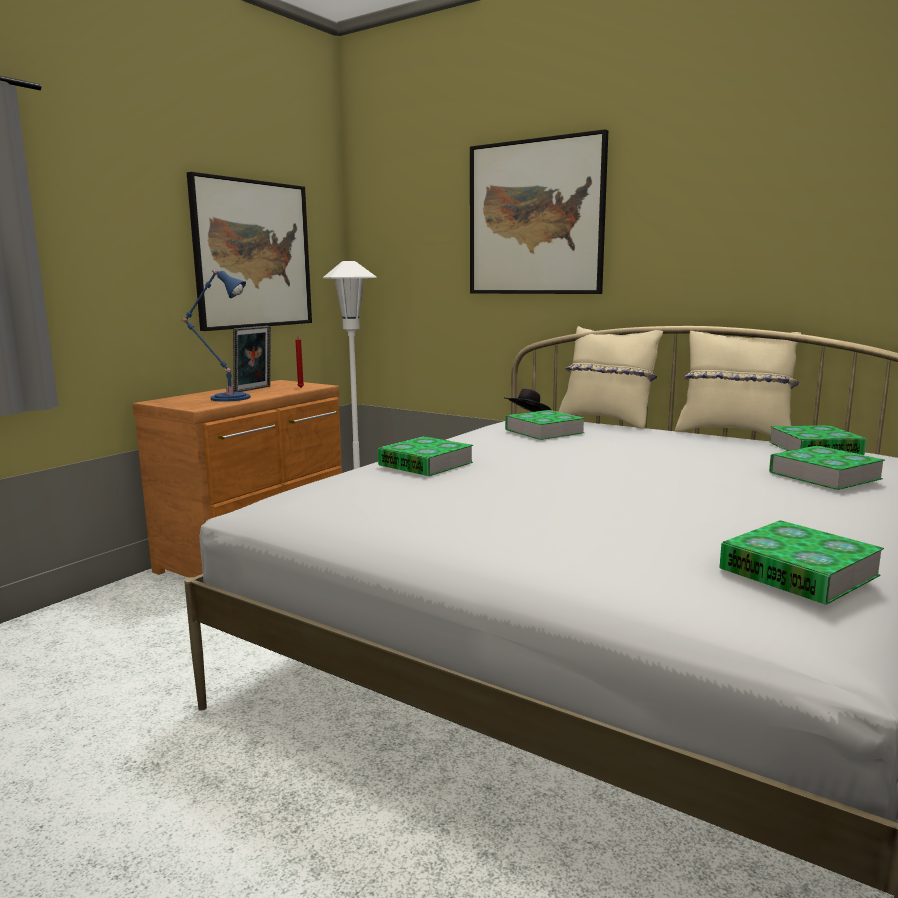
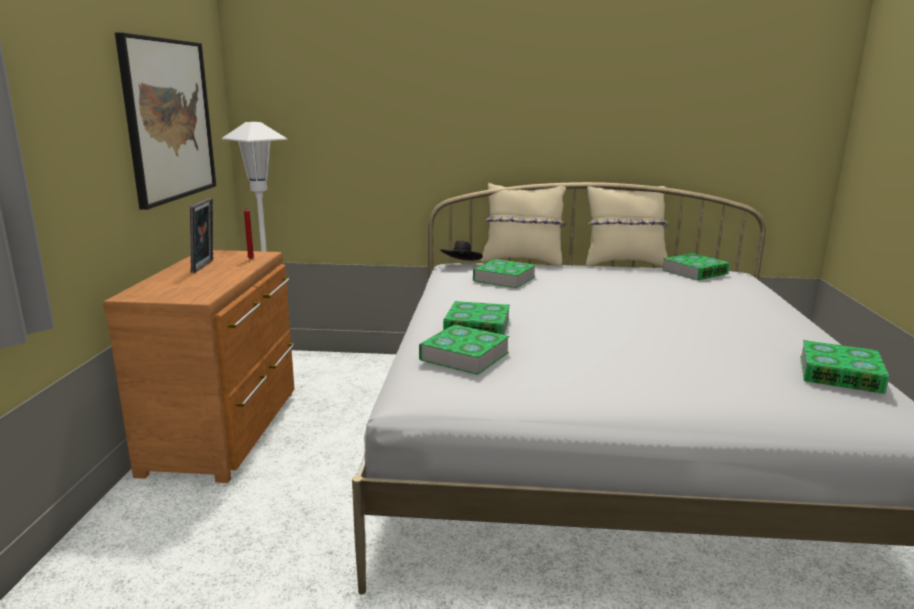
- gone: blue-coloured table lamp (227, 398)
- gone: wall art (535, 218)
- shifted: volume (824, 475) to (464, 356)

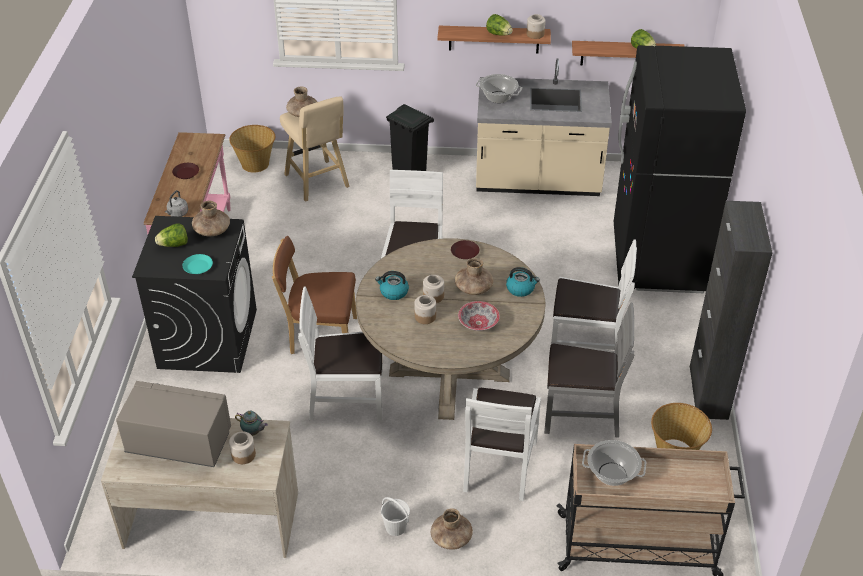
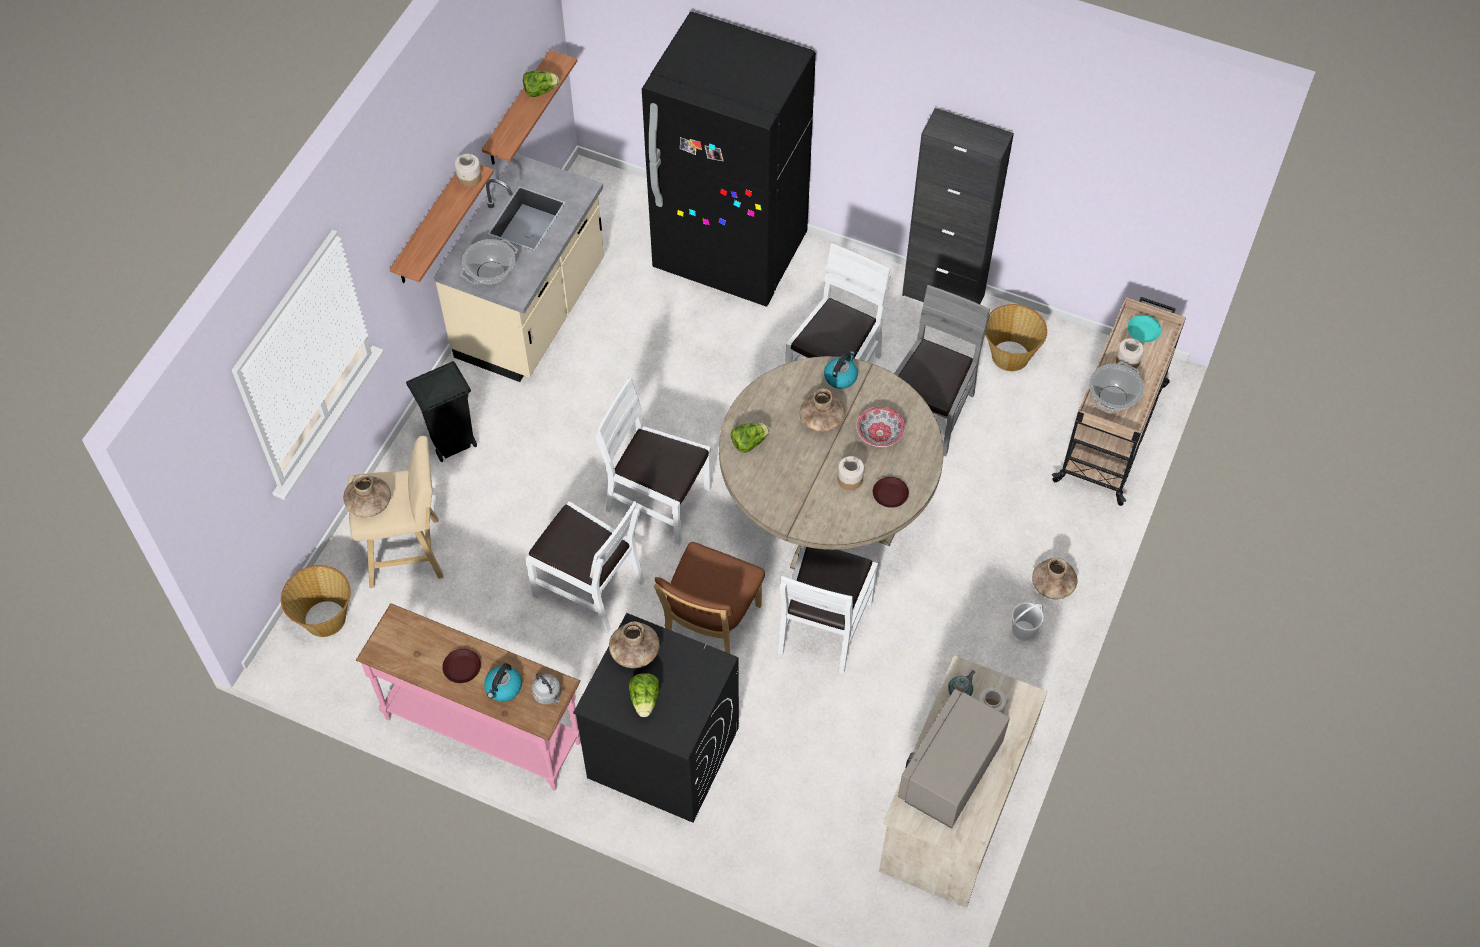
- shifted: blue-green plate (198, 267) to (1143, 331)
- shifted: tea kettle (393, 292) to (503, 688)
- shifted: preserve jar (433, 296) to (1127, 361)
- shifted: brownish plate (464, 252) to (890, 495)
- shifted: white-coloured upright chair (498, 465) to (589, 587)
- shifted: lettuce head (499, 34) to (749, 443)

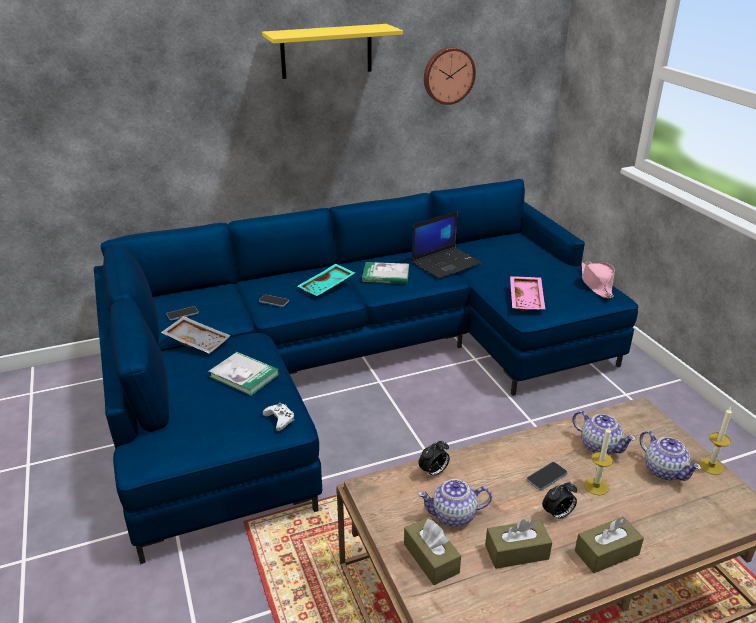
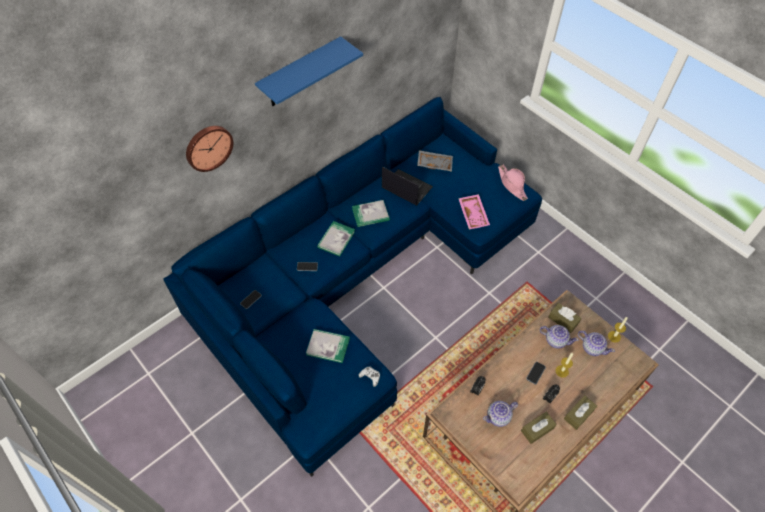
- shifted: grey carrying tray (198, 341) to (434, 163)
- shifted: brownish box of tissues (431, 558) to (563, 320)
- shifted: clock on the wall (448, 75) to (208, 147)
- swapped: blue-green carrying tray (327, 286) to volume (336, 239)
- repainted: yellow bracket shelf (326, 51) to blue-coloured bracket shelf (300, 73)
- rotated: portable computer (446, 263) = (406, 188) 90 degrees counterclockwise

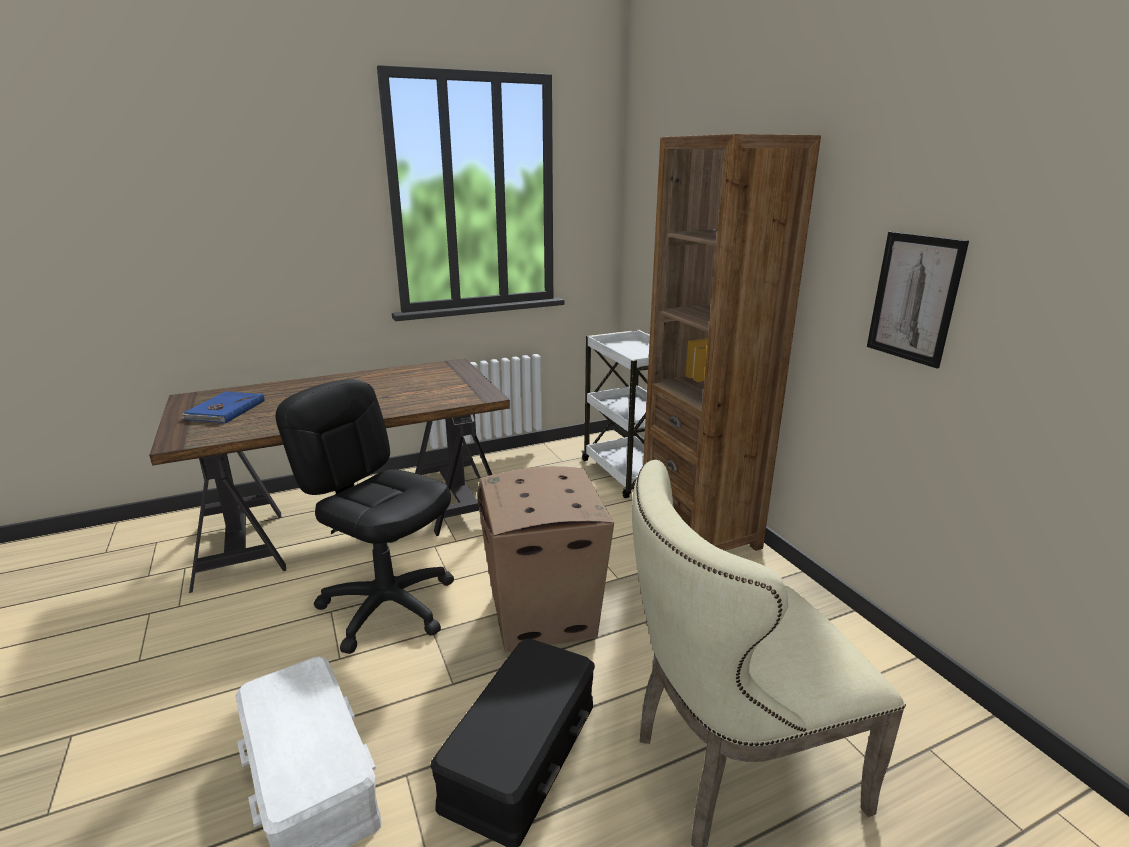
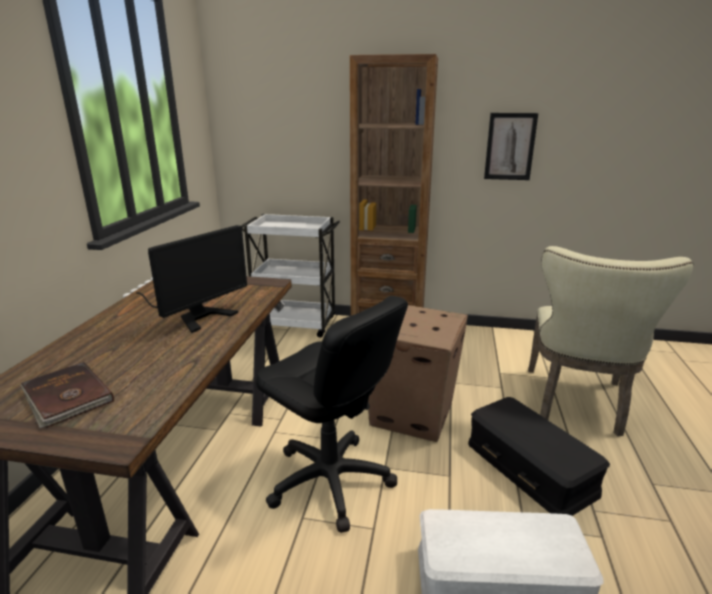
- new: monitor (194, 313)
- repainted: blue-coloured volume (224, 410) to brownish volume (66, 397)
- rotated: blackish computer chair (388, 606) = (330, 481) 120 degrees counterclockwise

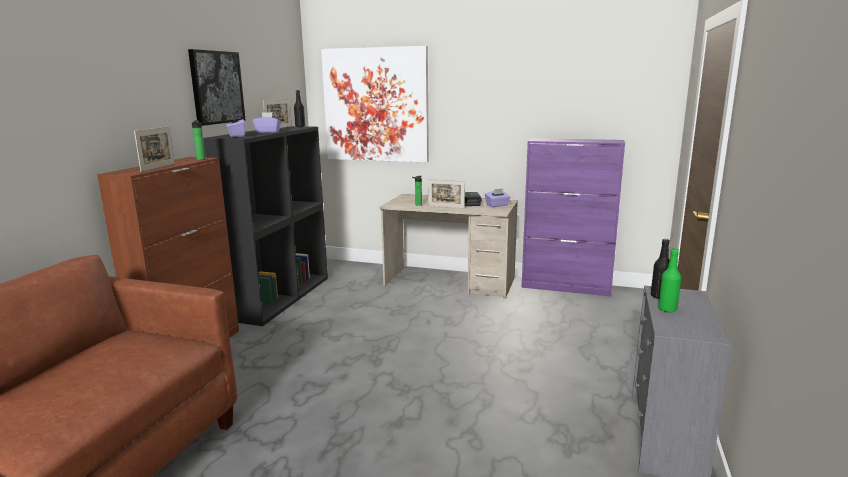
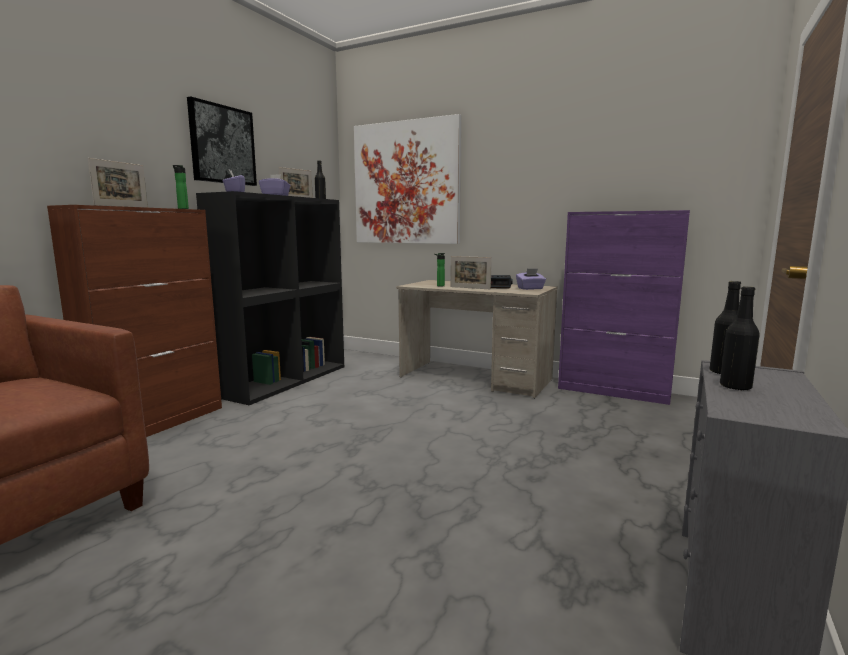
- repainted: green drink bottle (667, 309) to blackish drink bottle (735, 387)

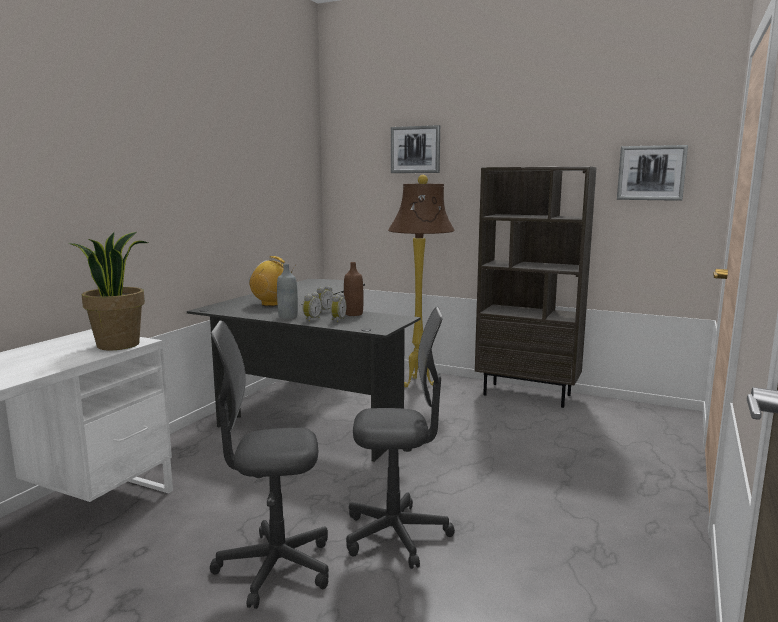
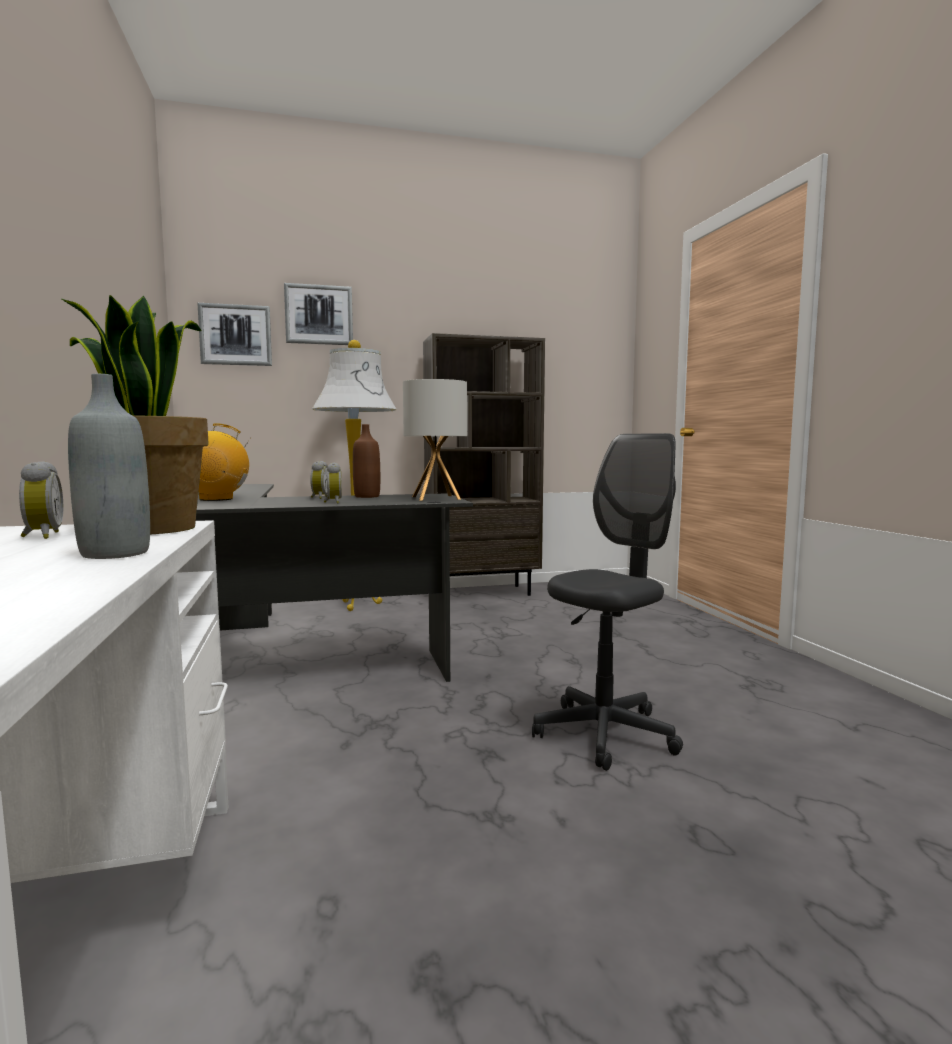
- gone: grey computer chair (275, 568)
- new: table lamp (436, 498)
- shifted: grey drink bottle (288, 317) to (115, 554)
- shifted: alarm clock (337, 320) to (40, 536)
- shifted: wall art (651, 173) to (235, 335)
- repainted: brownish floor lamp (419, 383) to white-coloured floor lamp (359, 605)

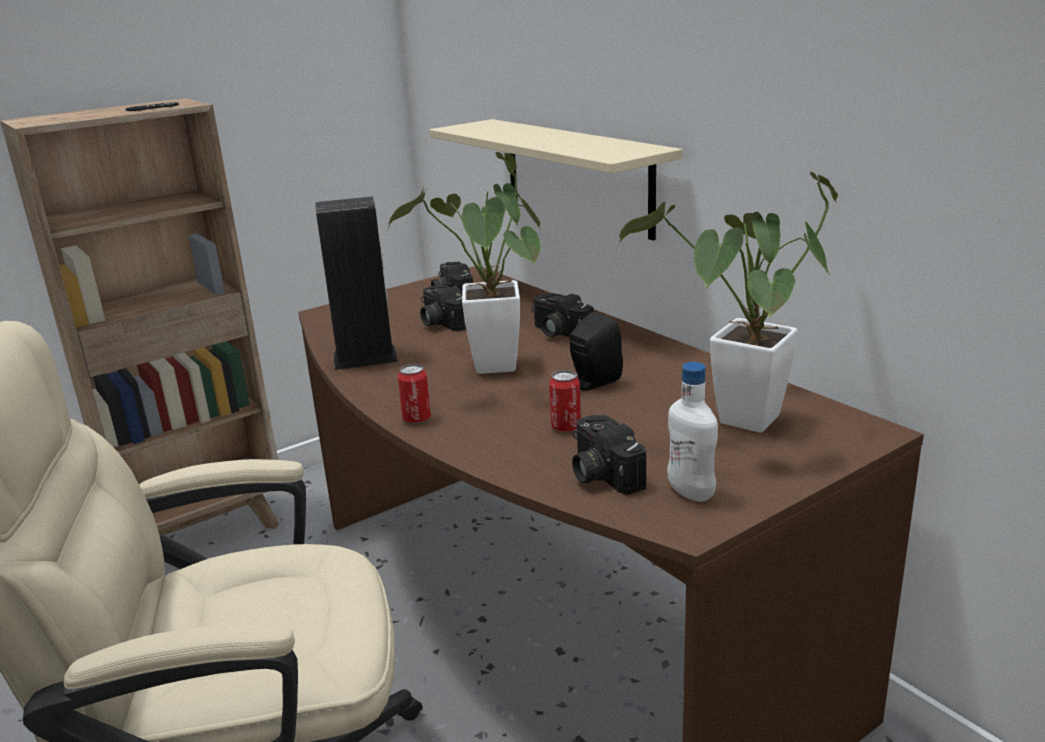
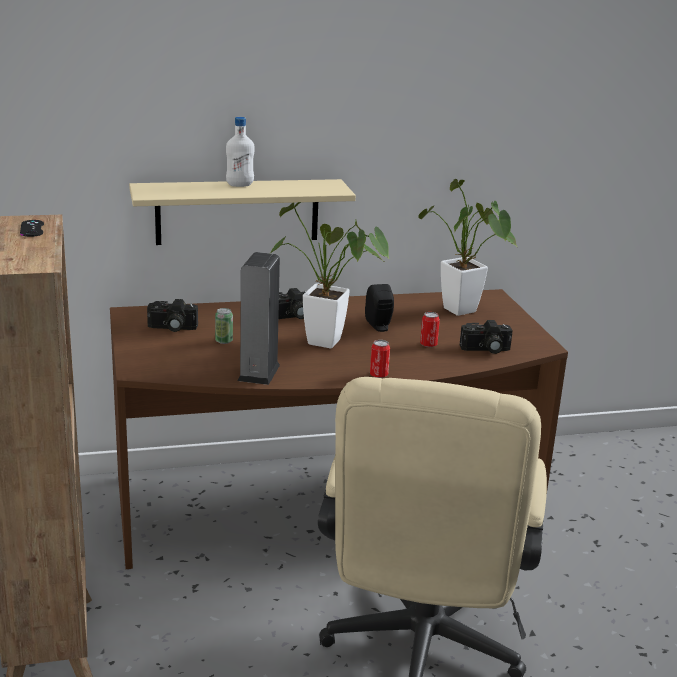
- shifted: white-coloured drink bottle (691, 492) to (240, 185)
- swapped: photo camera (440, 323) to sealed can (224, 341)

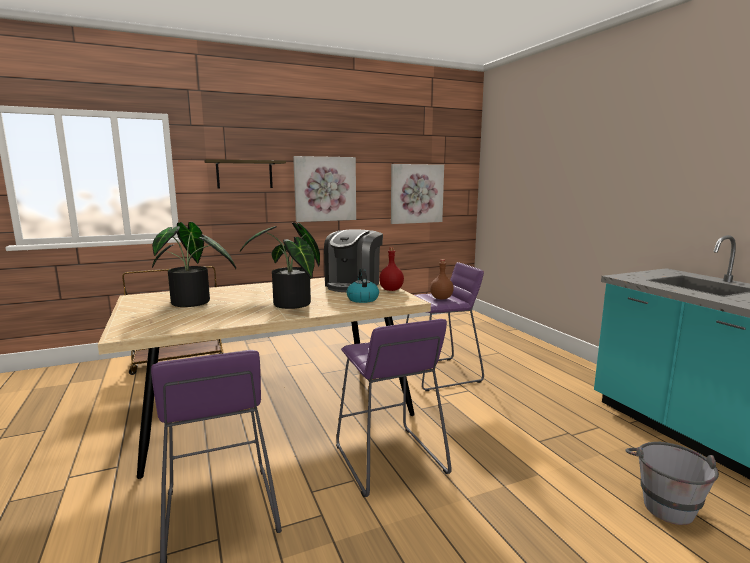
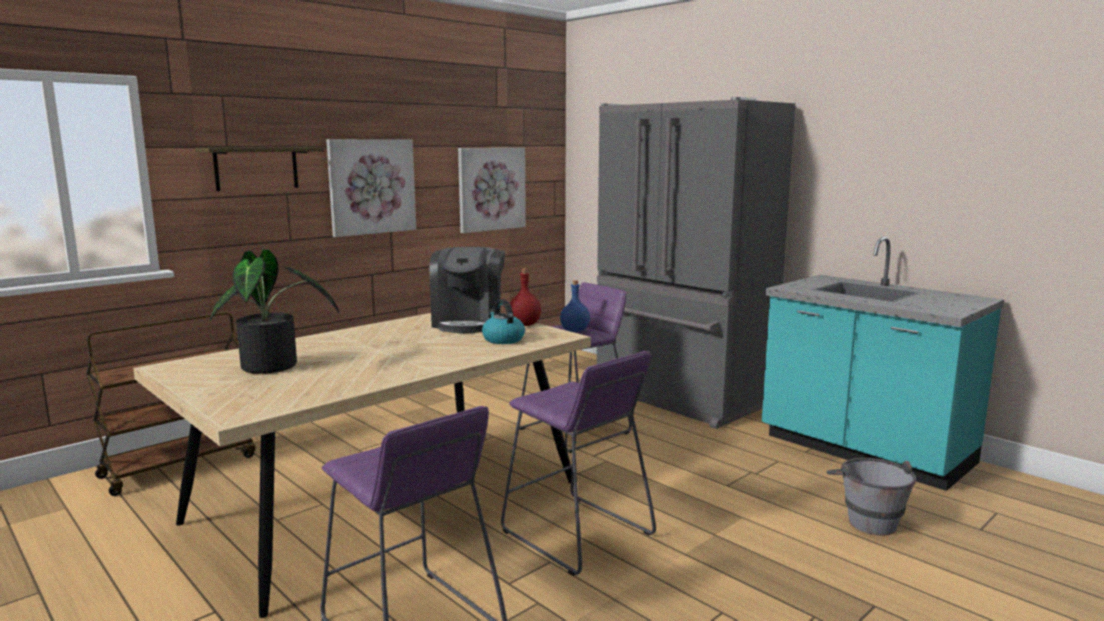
- gone: potted plant (291, 305)
- new: grey fridge (679, 398)
- repainted: brownish drink bottle (441, 298) to blue-coloured drink bottle (574, 331)

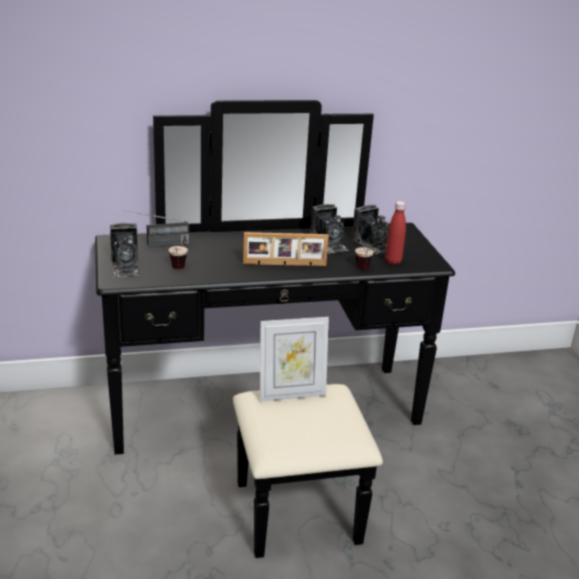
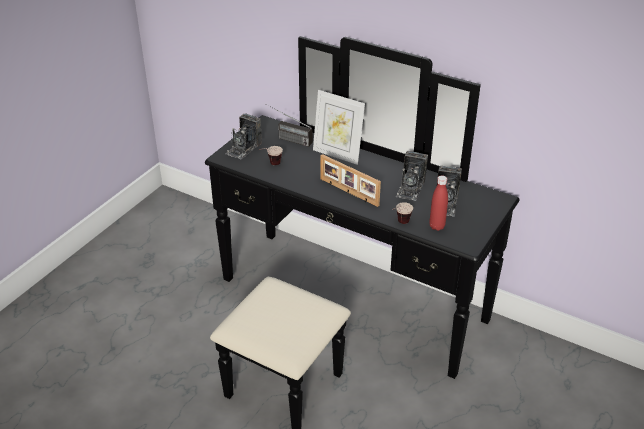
- shifted: picture frame (291, 394) to (337, 154)

